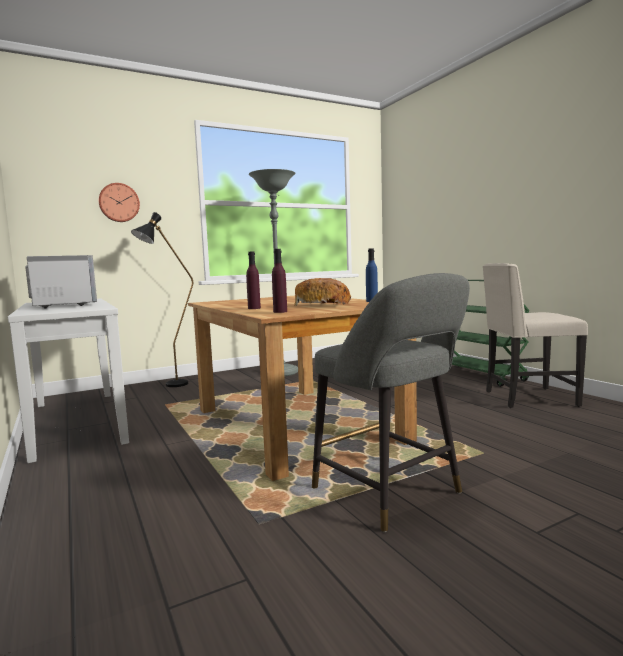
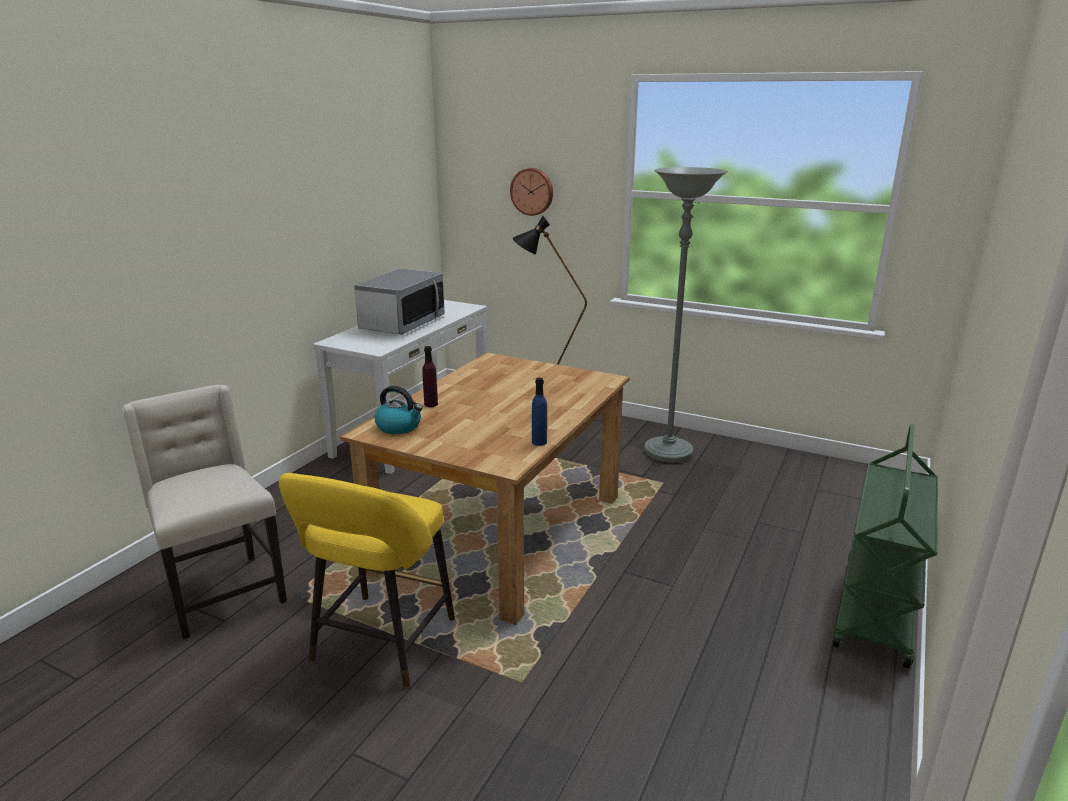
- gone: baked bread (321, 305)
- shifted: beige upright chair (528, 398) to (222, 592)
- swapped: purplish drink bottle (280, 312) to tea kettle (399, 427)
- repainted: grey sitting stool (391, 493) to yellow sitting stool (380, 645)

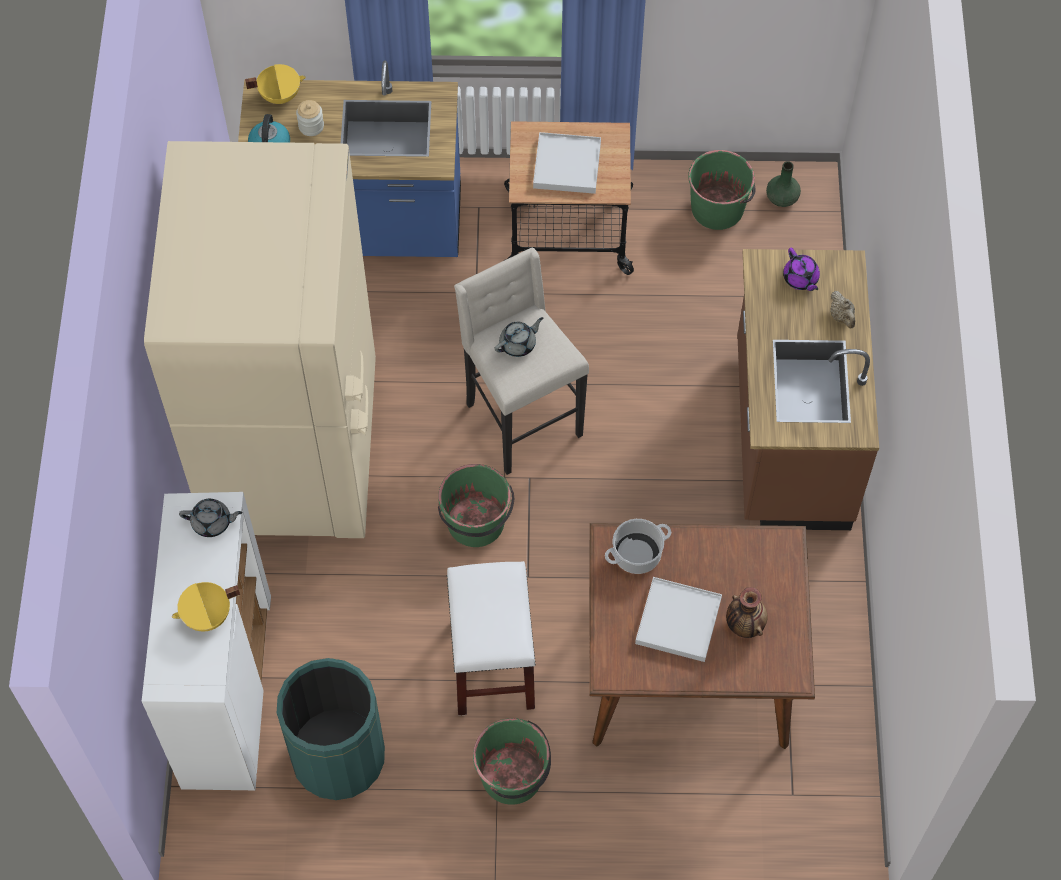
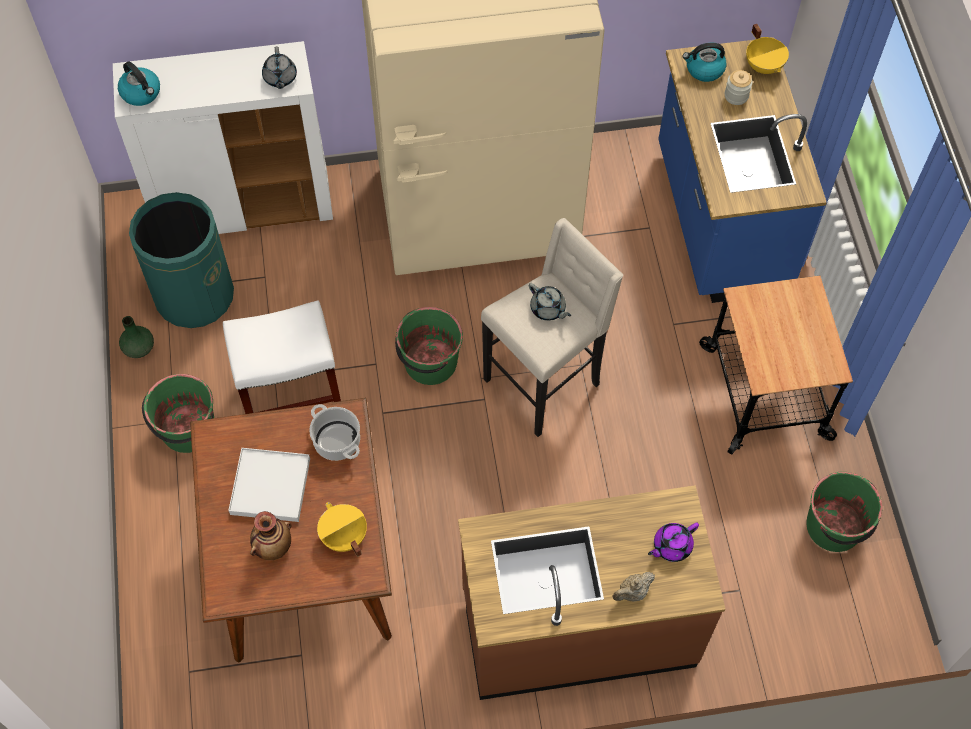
- gone: white-coloured carrying tray (566, 165)
- new: tea kettle (141, 93)
- shifted: yellow saucepot (207, 616) to (343, 537)
- shifted: green vase (782, 197) to (139, 348)

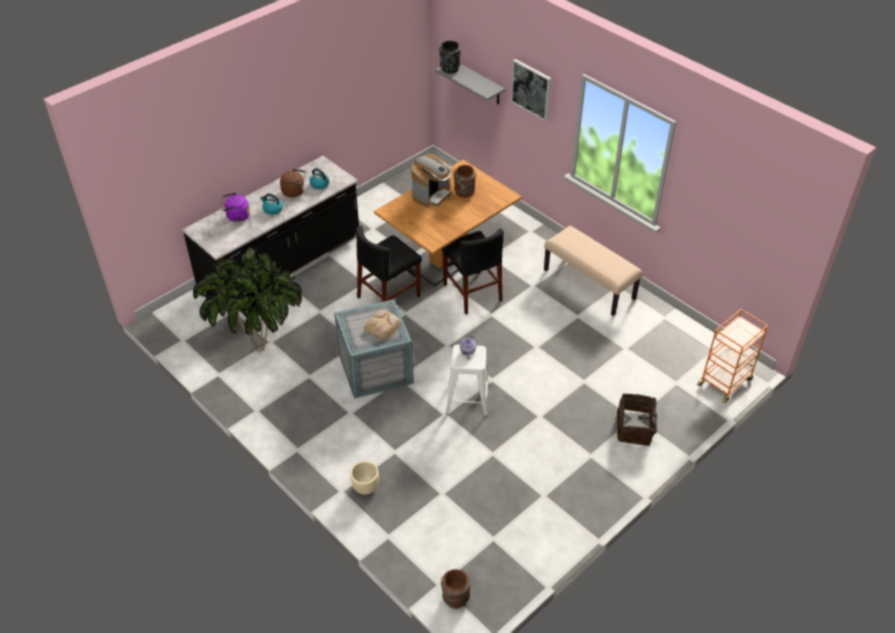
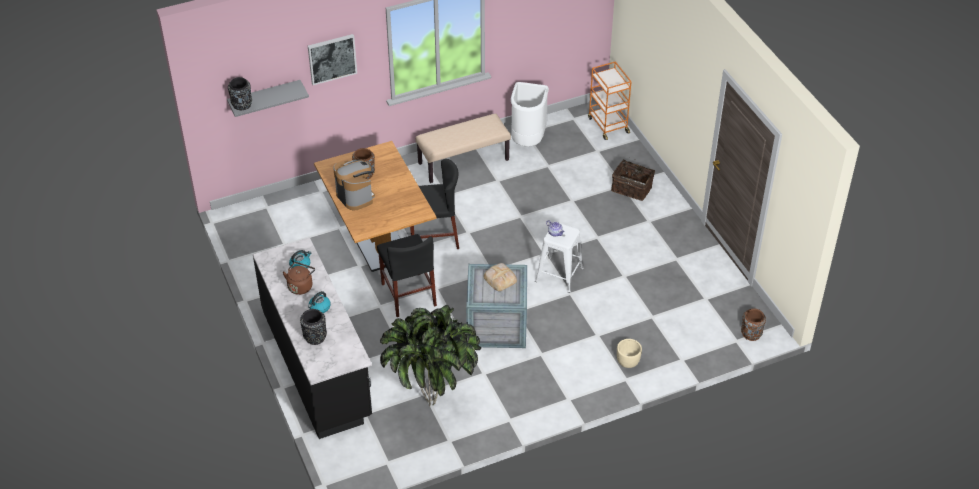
- new: white-coloured rubbish bin (528, 140)
- swapped: purplish tea kettle (236, 216) to blackish vase (315, 337)

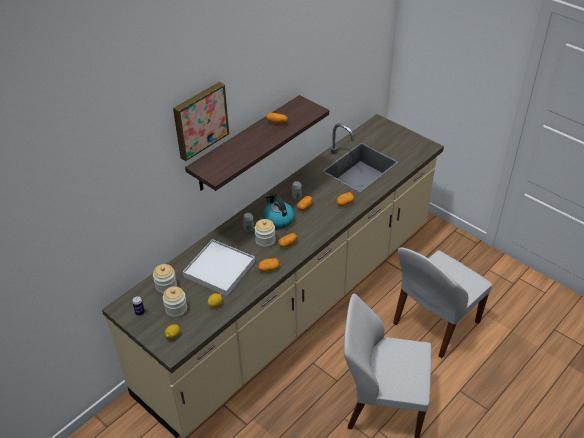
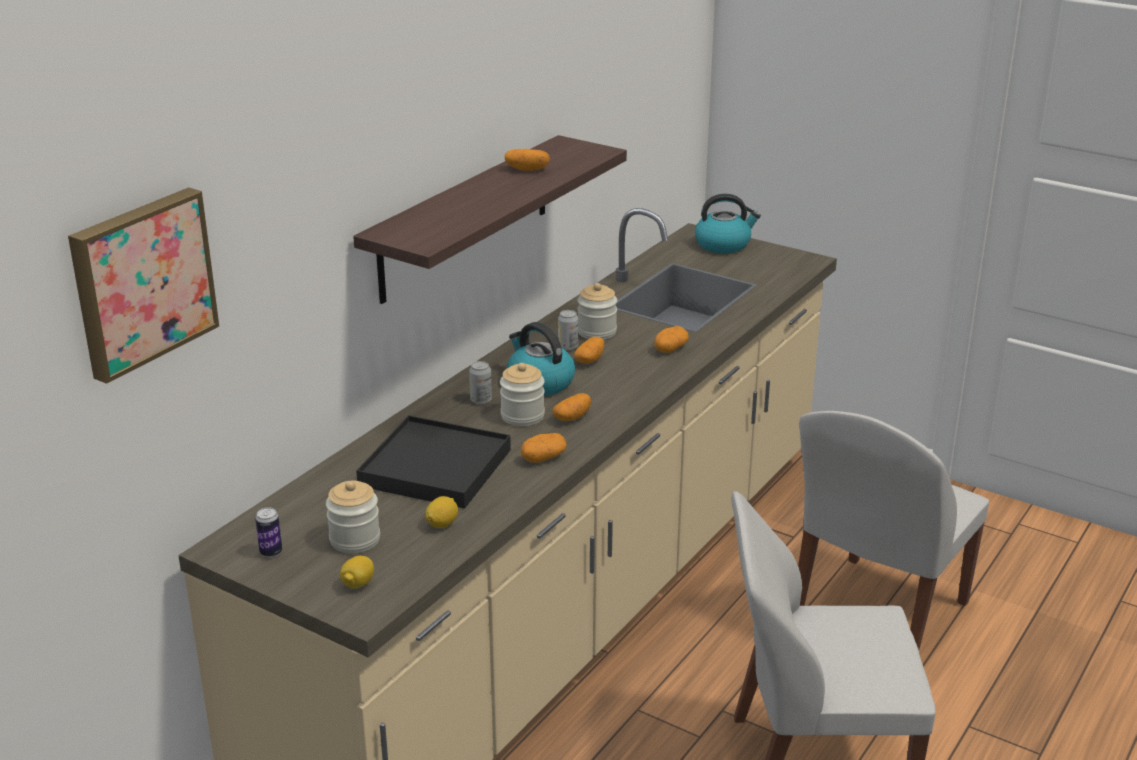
- new: tea kettle (723, 244)
- shifted: preserve jar (166, 286) to (597, 332)
- shifted: wall art (199, 120) to (141, 281)
- repainted: white-coloured carrying tray (219, 269) to blackish carrying tray (435, 468)

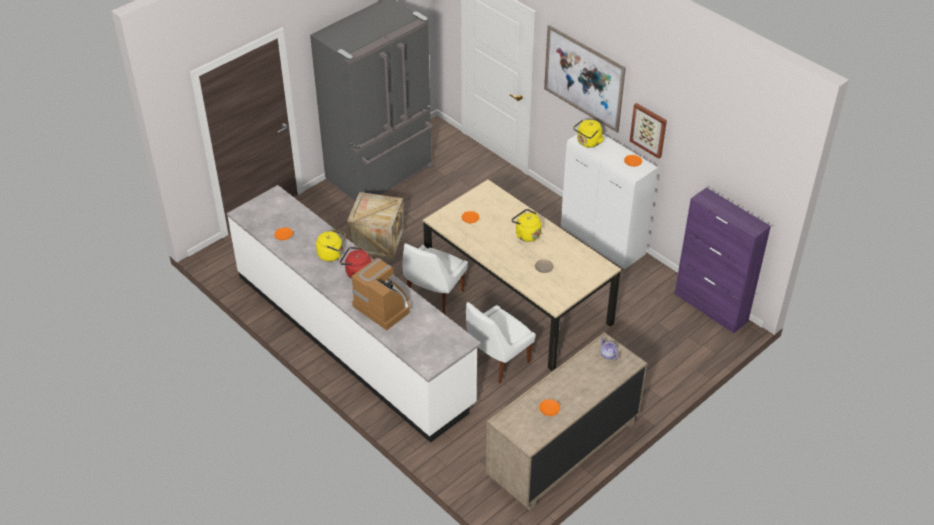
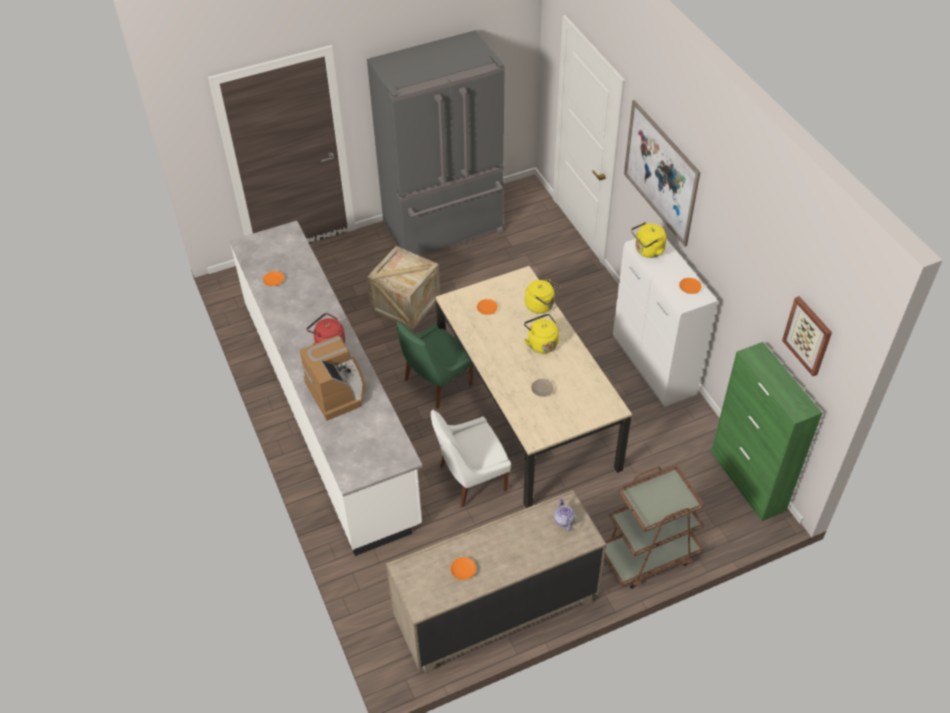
- new: brownish cart (648, 555)
- shifted: yellow tea kettle (332, 254) to (541, 306)
- shifted: wall art (649, 130) to (808, 335)
- repainted: white-coloured upright chair (433, 296) to green upright chair (436, 383)
- repainted: purplish cabinet (711, 307) to green cabinet (748, 481)

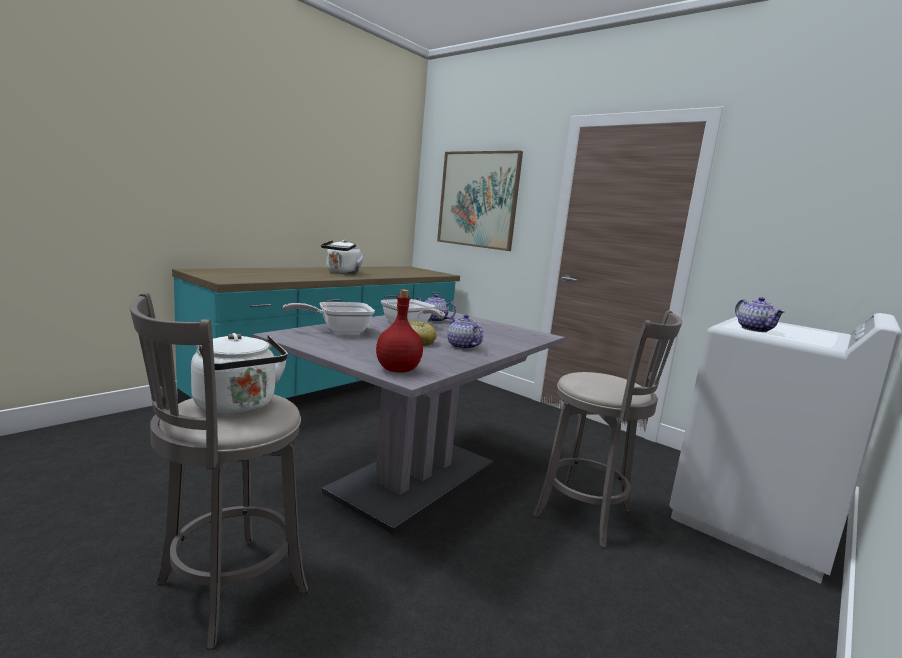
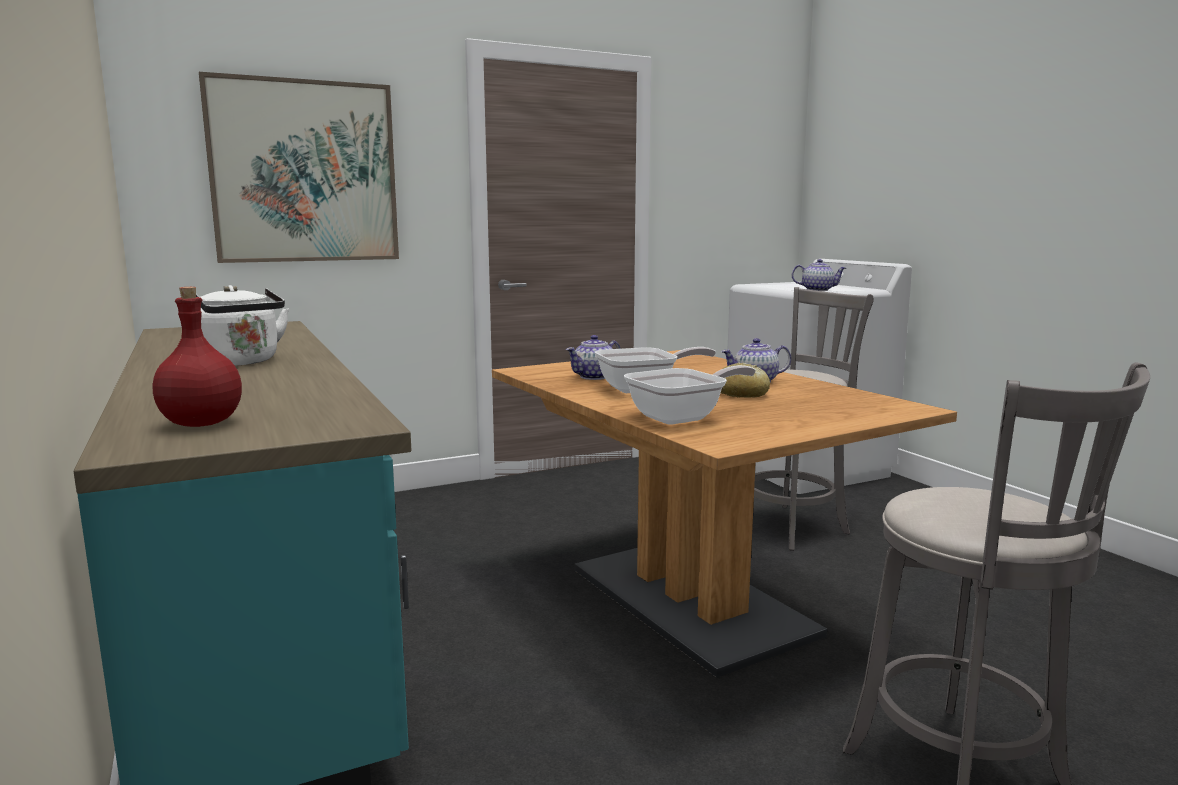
- gone: white-coloured tea kettle (238, 407)
- shifted: red drink bottle (398, 370) to (203, 423)
- repainted: grey dining table (414, 478) to brownish dining table (689, 601)
- rotated: frying pan (338, 331) = (683, 417) 120 degrees counterclockwise

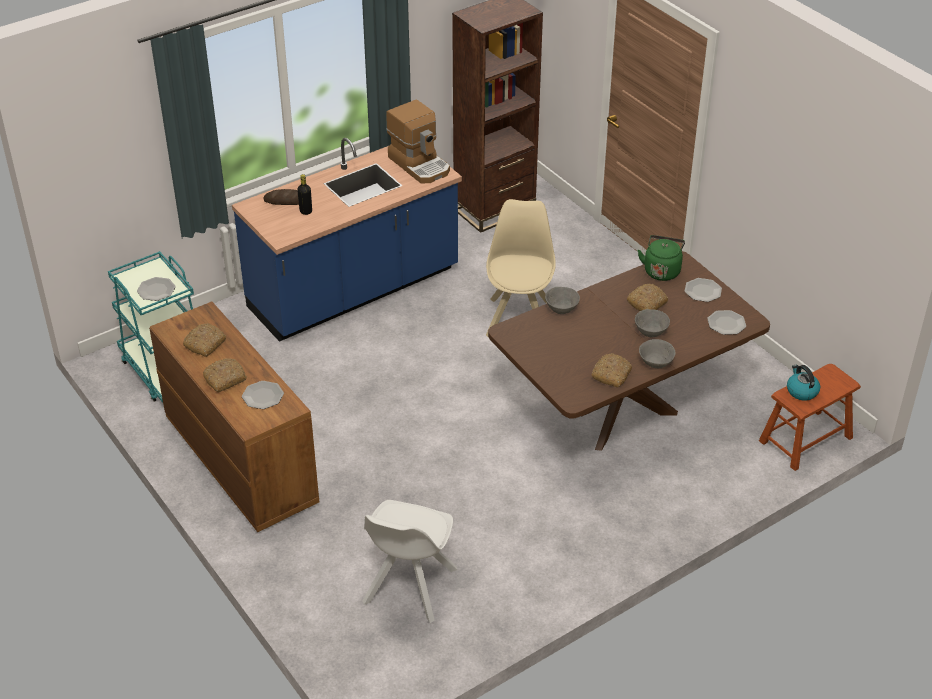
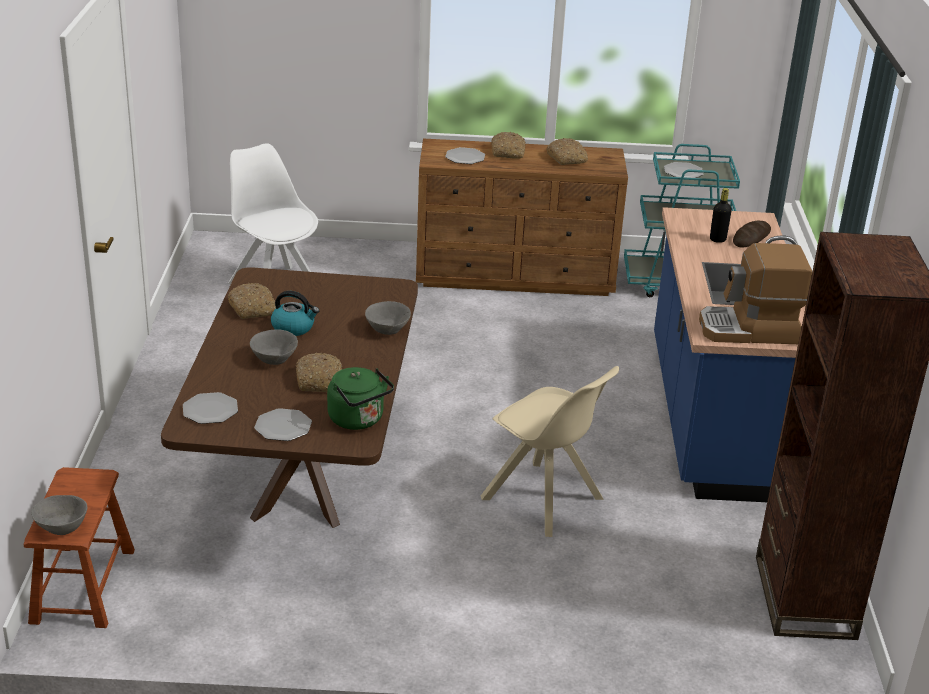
- shifted: grey serving bowl (655, 362) to (62, 527)
- shifted: tea kettle (801, 391) to (293, 328)

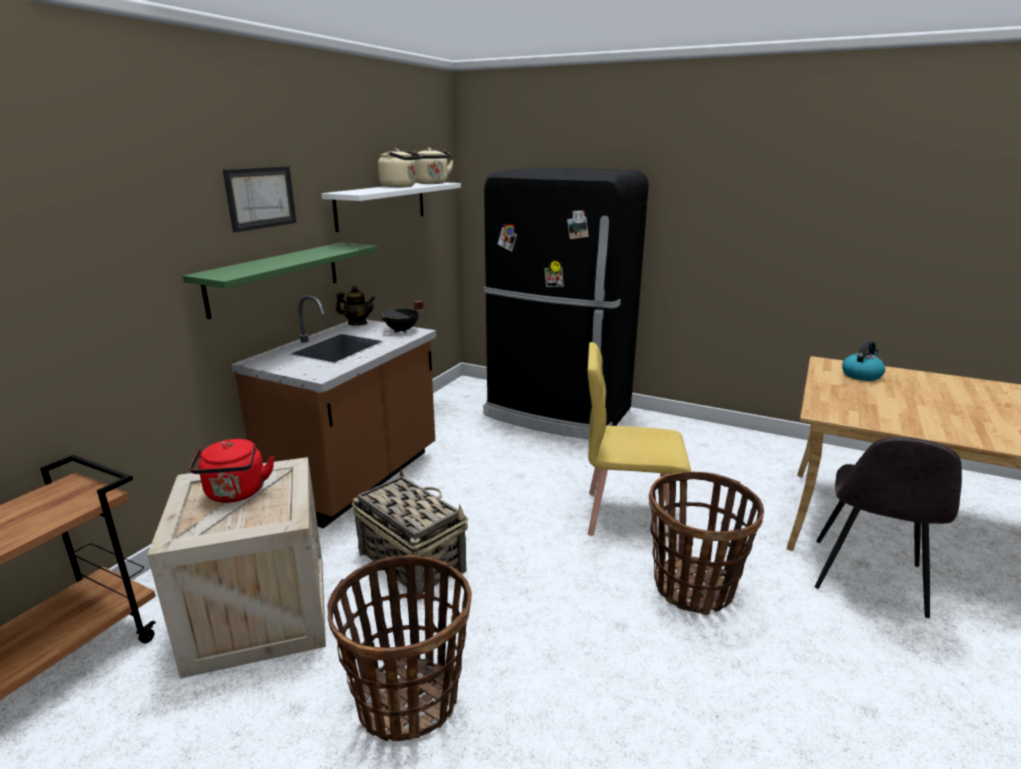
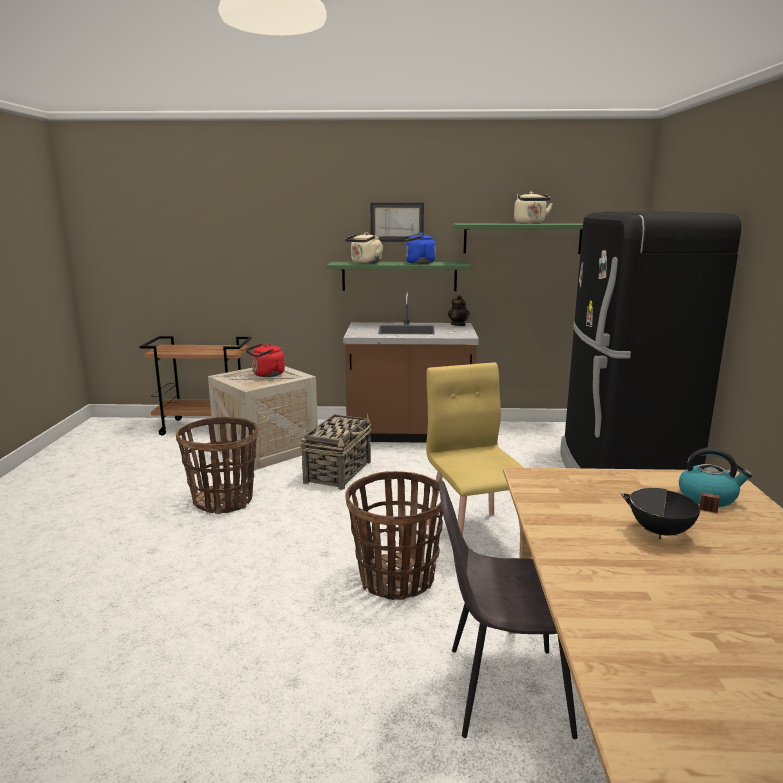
- new: blue-coloured tea kettle (418, 263)
- shifted: blackish saucepot (402, 330) to (661, 532)
- shifted: beige tea kettle (432, 183) to (365, 263)
- repainted: white-coloured bracket shelf (381, 205) to green bracket shelf (522, 238)

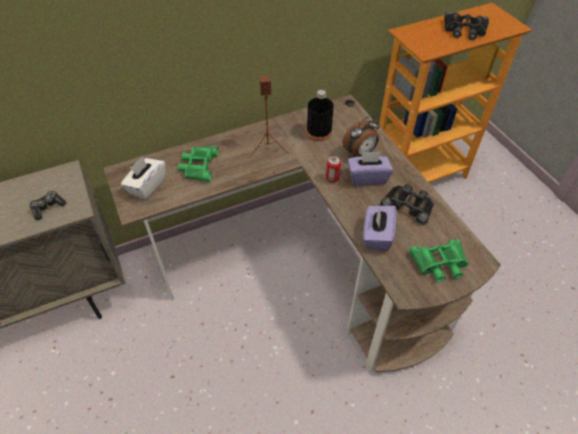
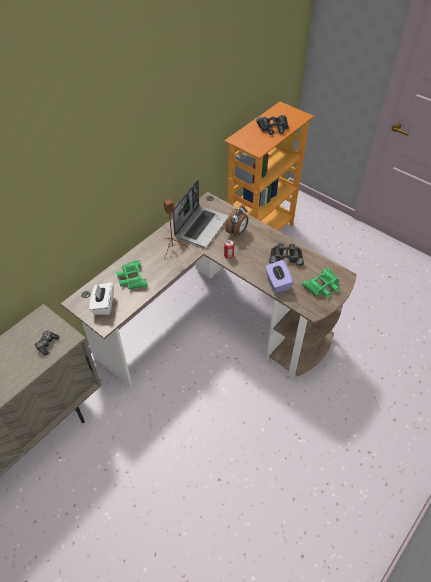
- gone: purplish box of tissues (367, 177)
- swapped: blackish drink bottle (319, 132) to portable computer (201, 226)

